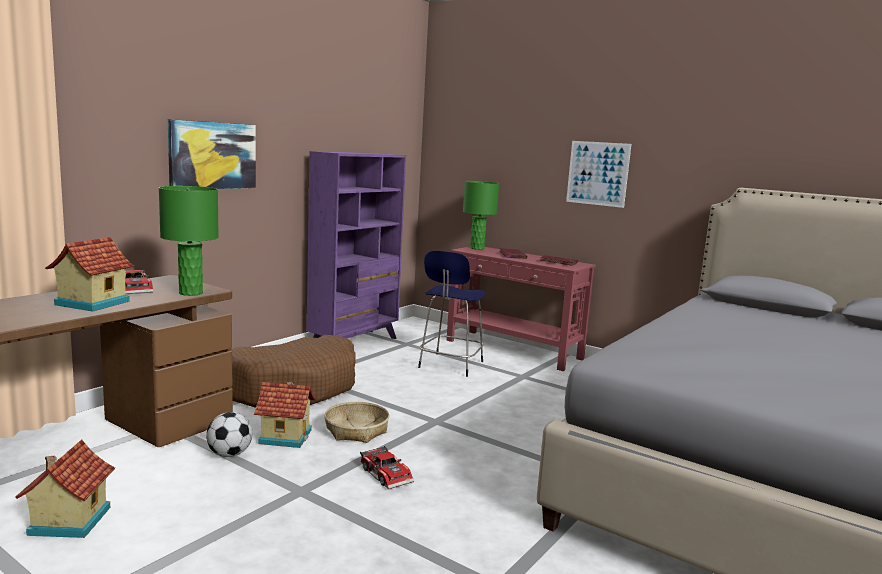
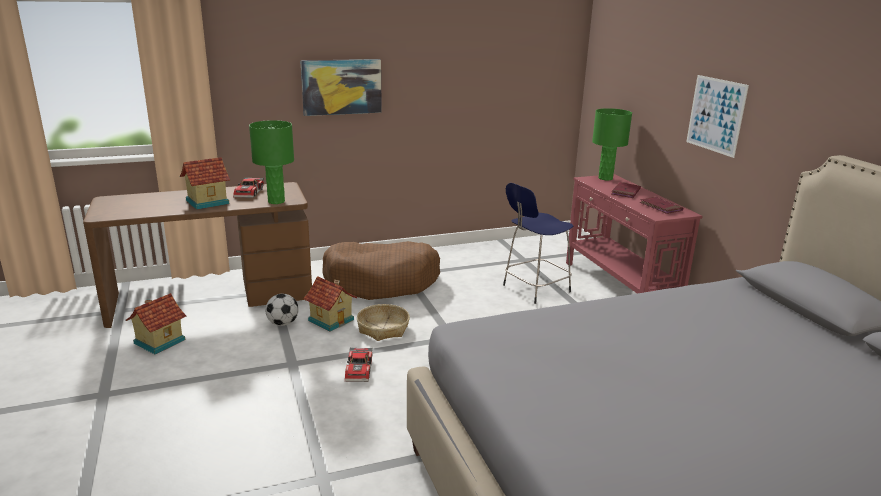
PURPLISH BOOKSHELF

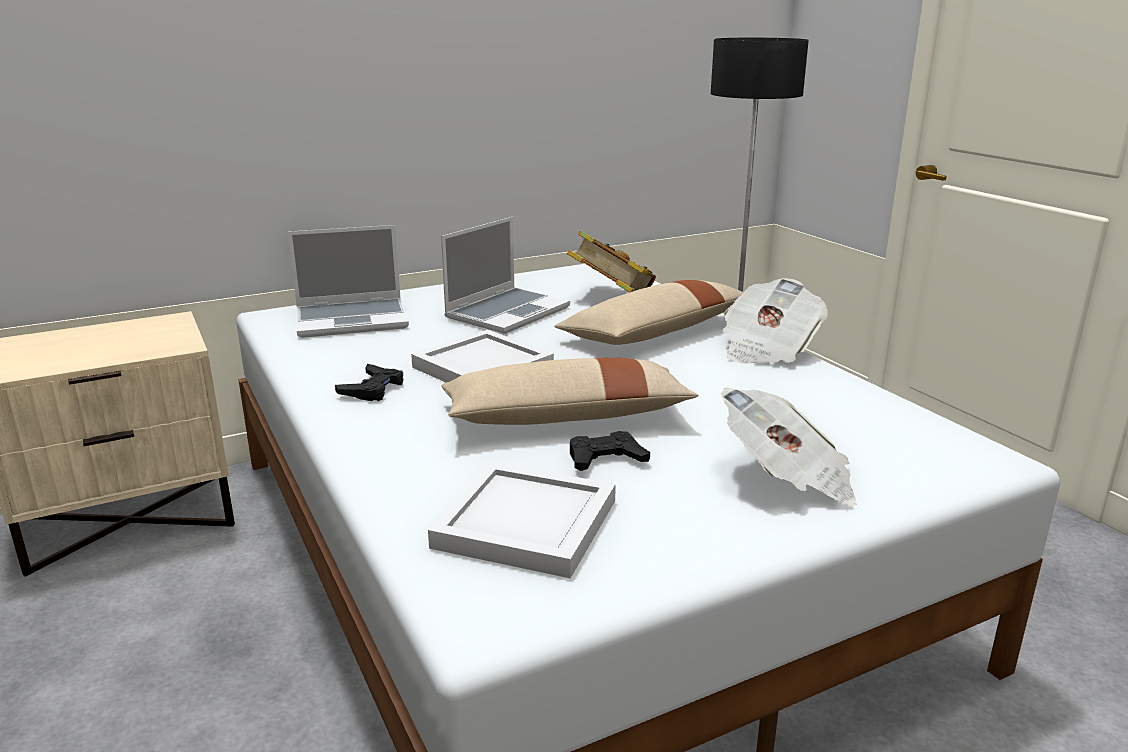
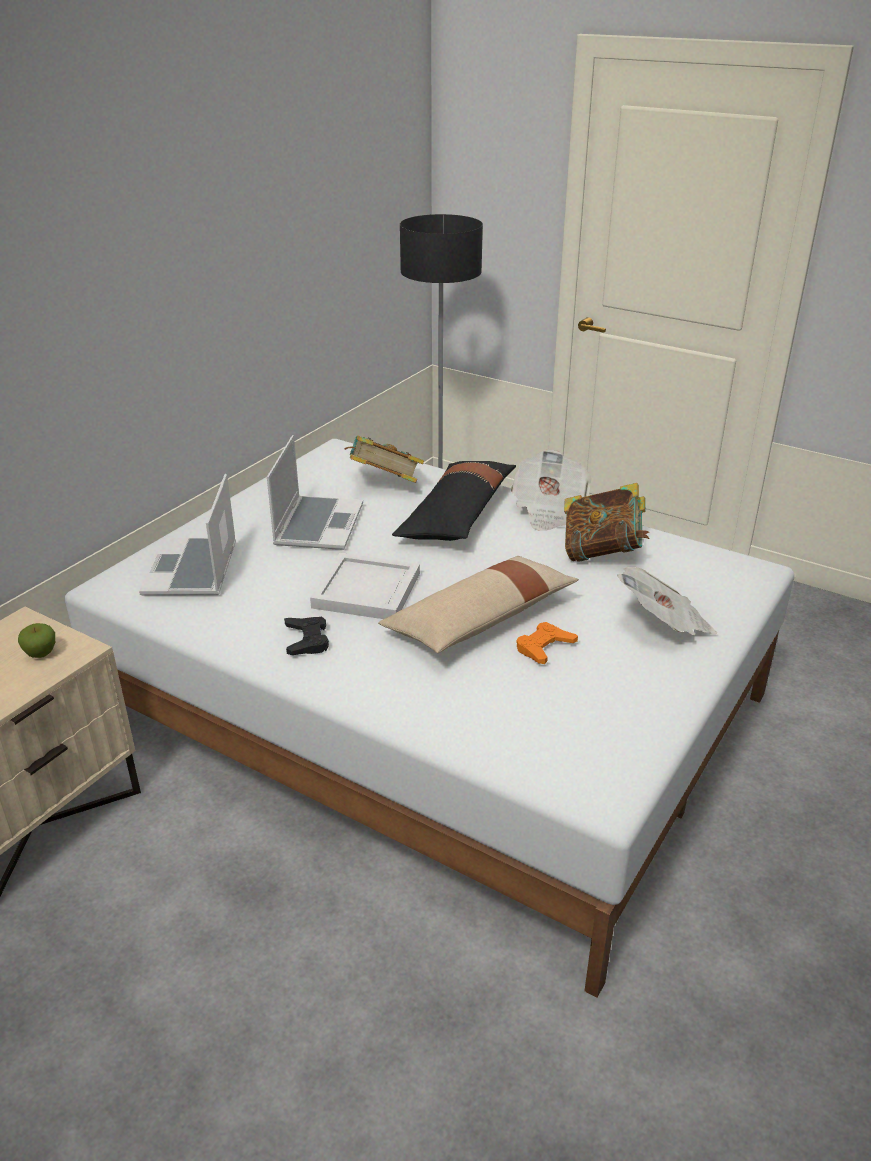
NOTEBOOK COMPUTER (no. 1 from left); BLACKISH CUSHION; ORANGEY GAME CONTROLLER; WHITE-COLOURED CARRYING TRAY (no. 2 from left in the first image); BOOK (no. 2 from left); WHOLE APPLE

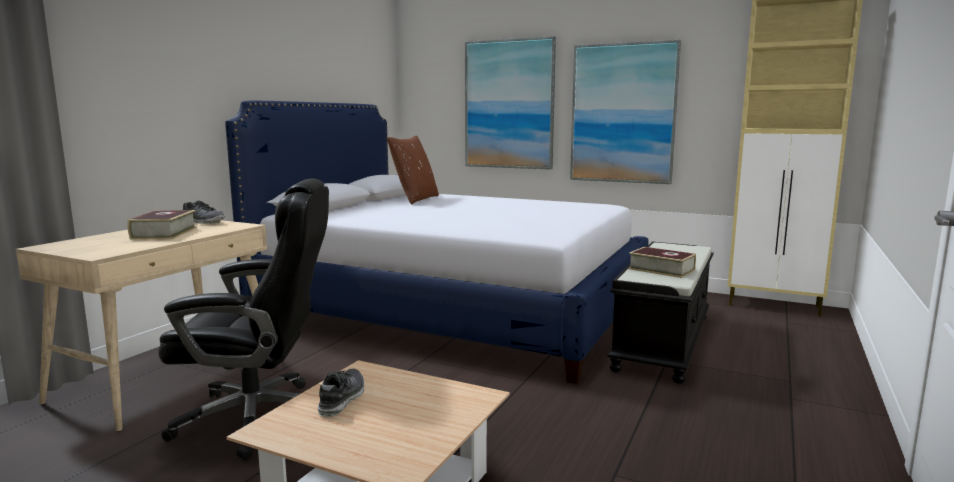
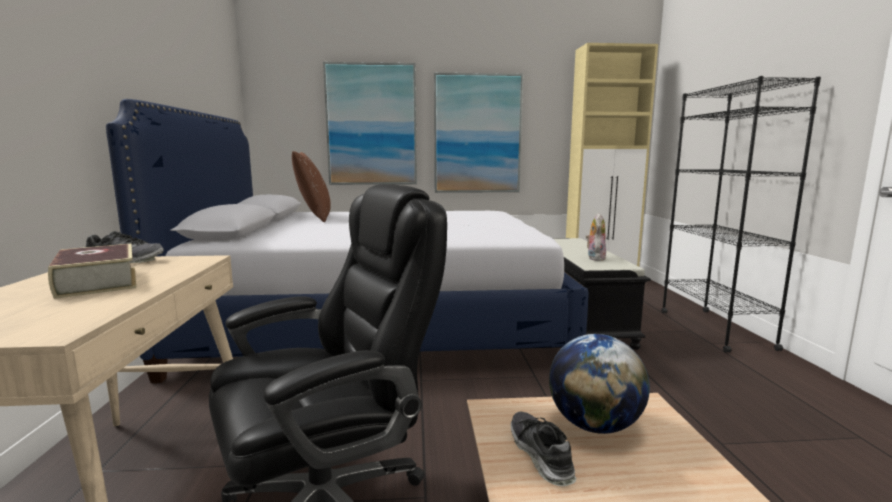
CUDDLY TOY; BLACKISH BOOKSHELF; DESK GLOBE

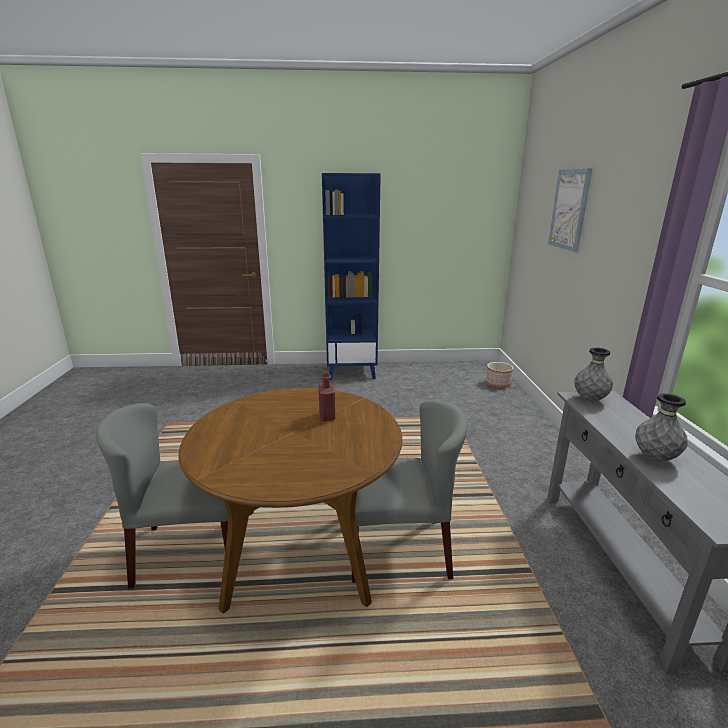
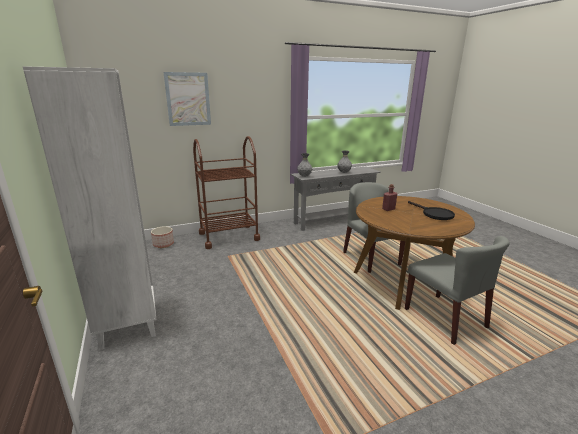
WHITE-COLOURED BOOKSHELF; BROWNISH CART; BLACKISH PAN

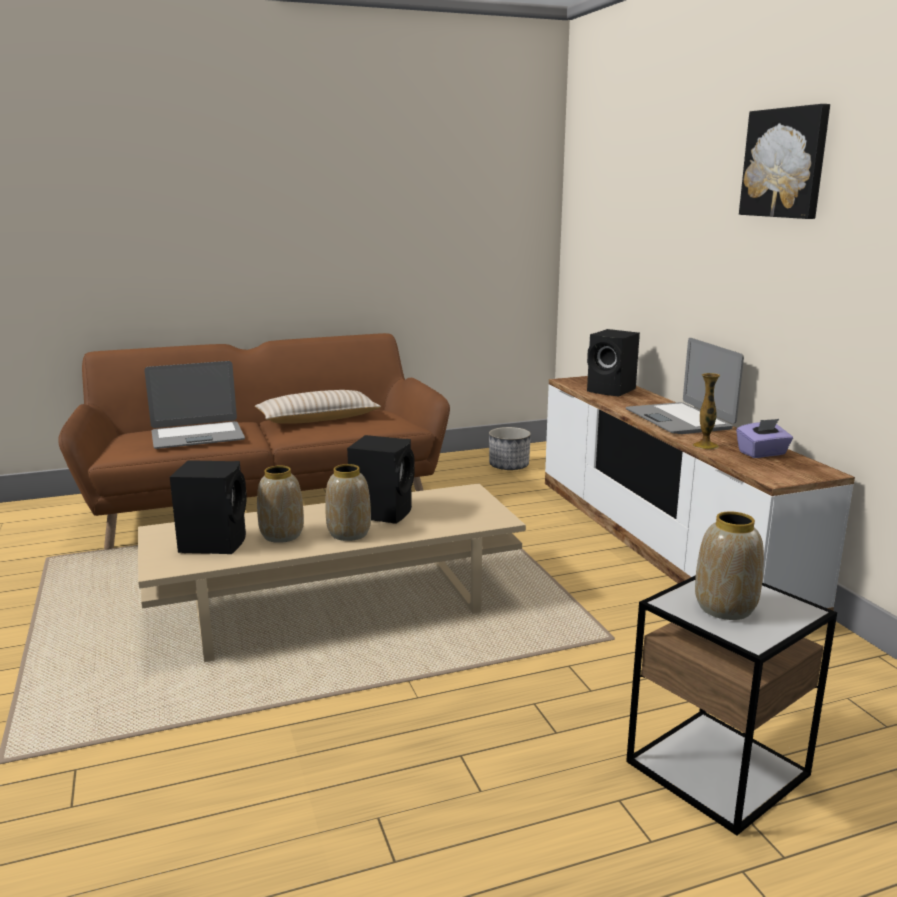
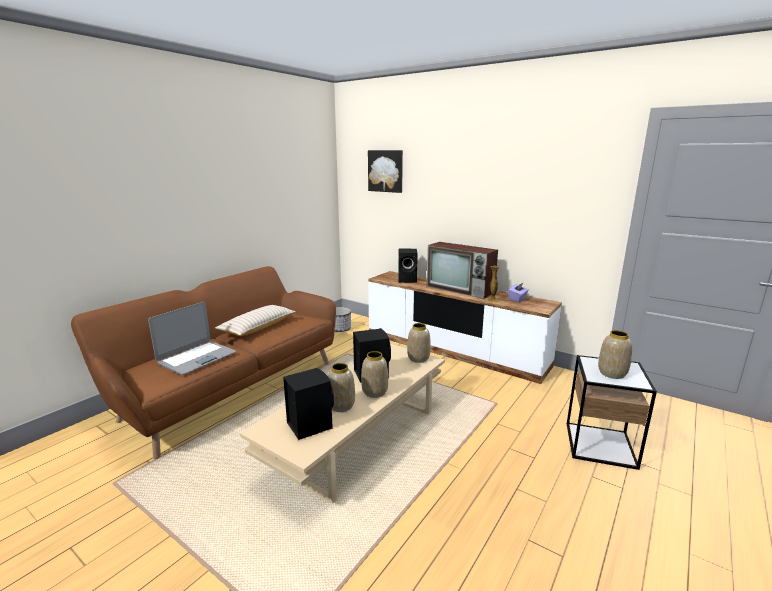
PICTURE; TELEVISION; DECORATIVE VASE (no. 3 from left)

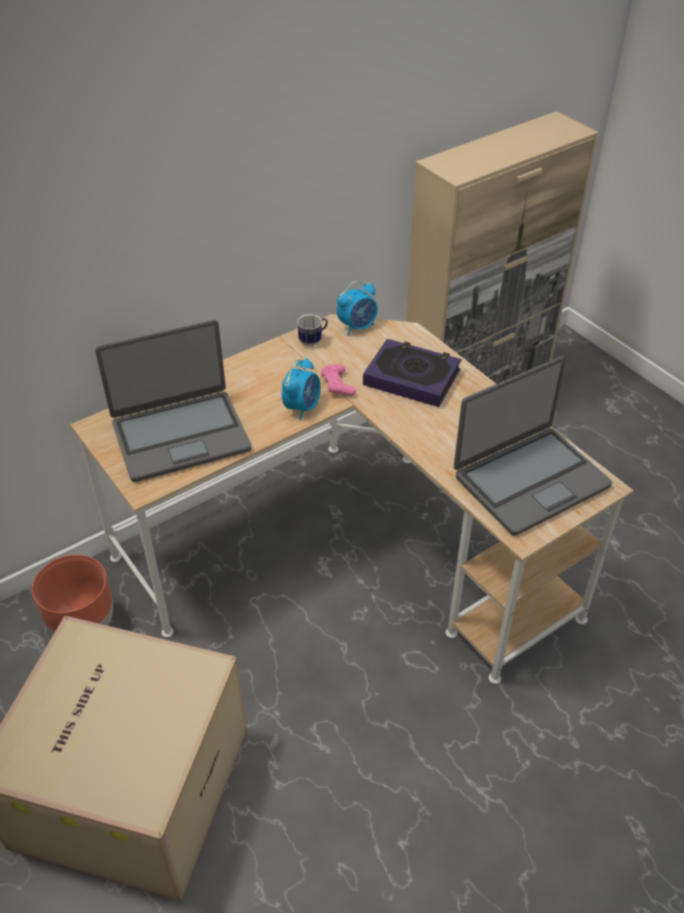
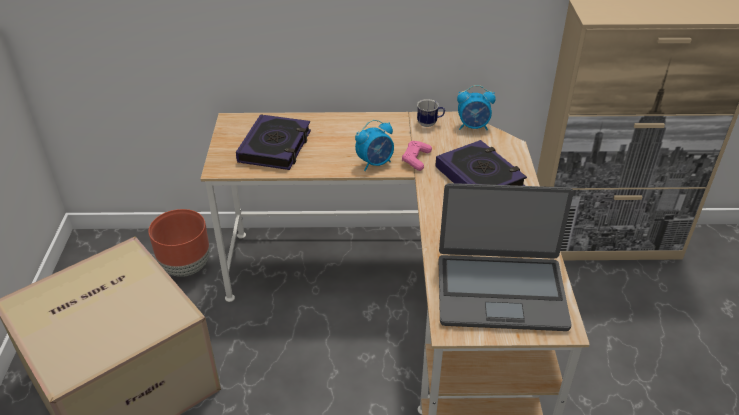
BOOK (no. 1 from left)

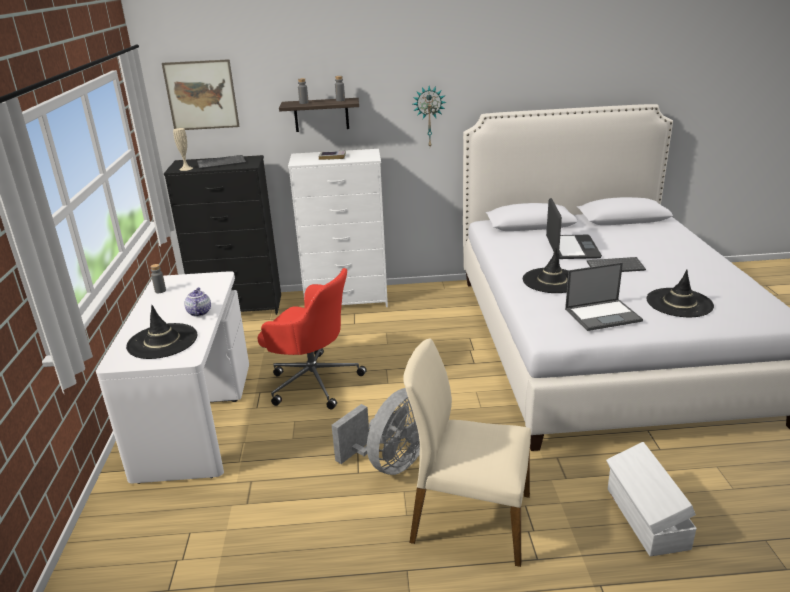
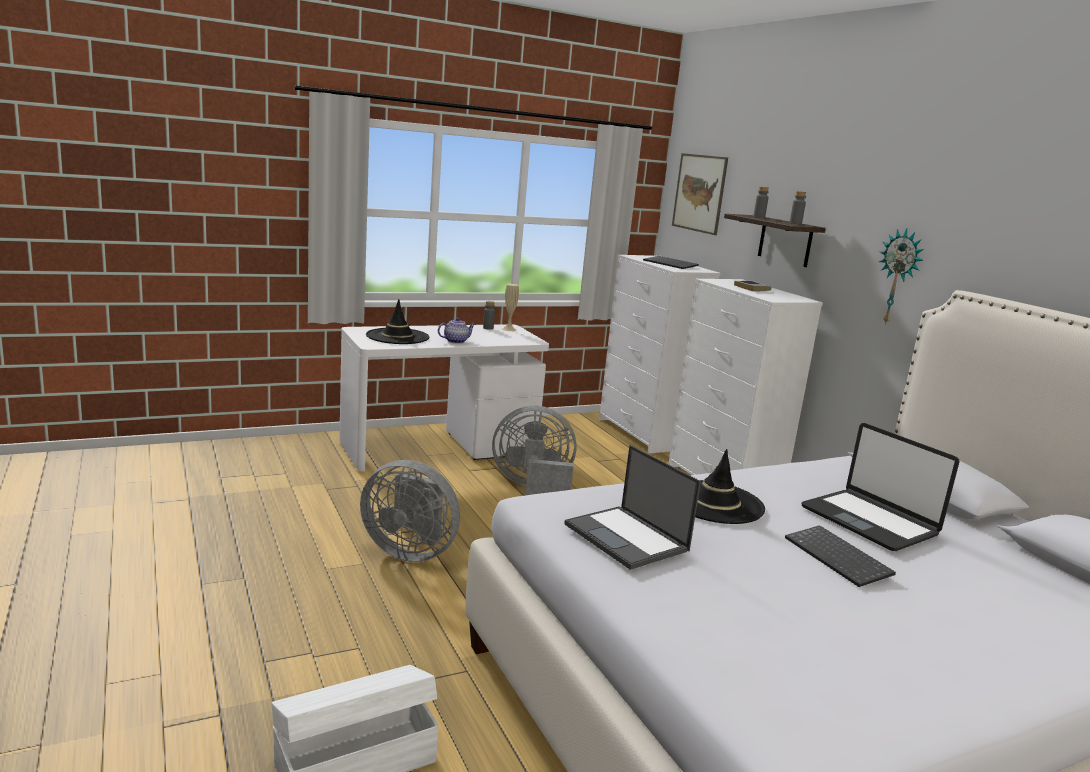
SAND-COLOURED DECORATIVE VASE; WHITE-COLOURED DRESSER (no. 1 from left); NOTEBOOK COMPUTER (no. 2 from left); GRAY FAN (no. 2 from left); BLACKISH CLOTHING HAT (no. 3 from left in the first image); SAND-COLOURED PLAIN CHAIR

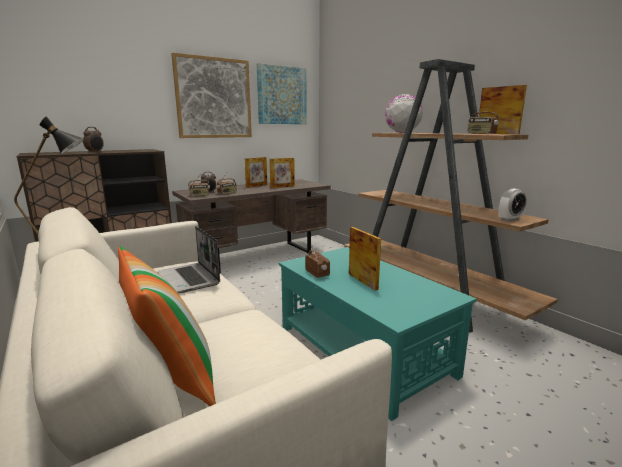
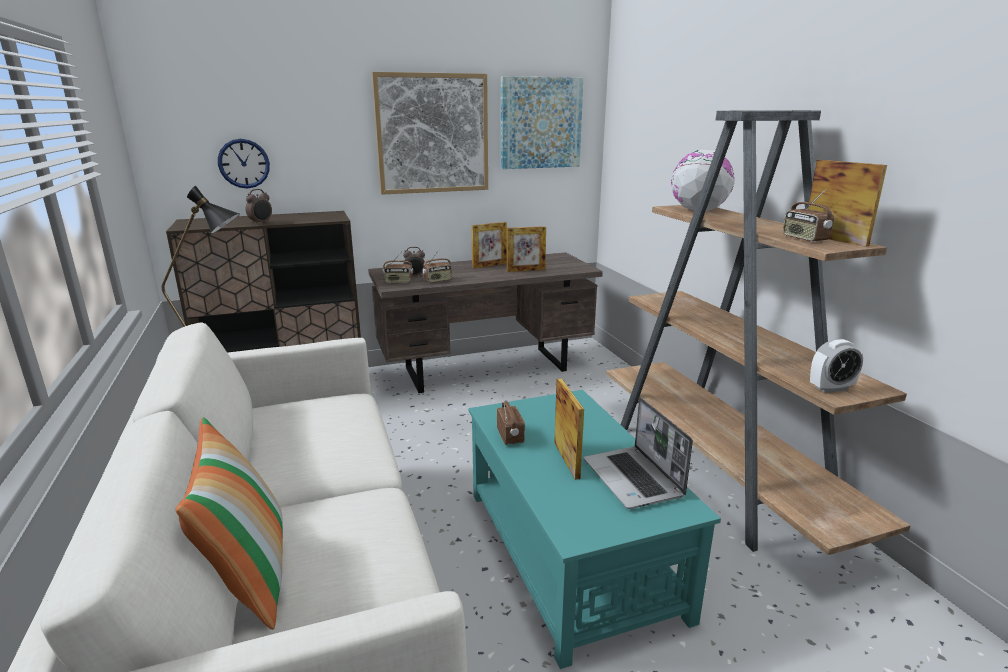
NOTEBOOK COMPUTER; CLOCK ON THE WALL

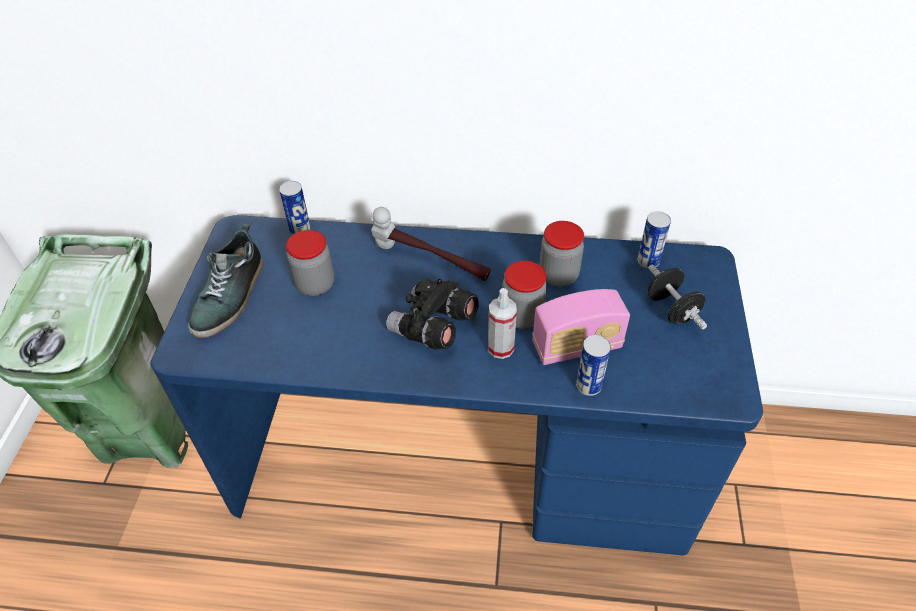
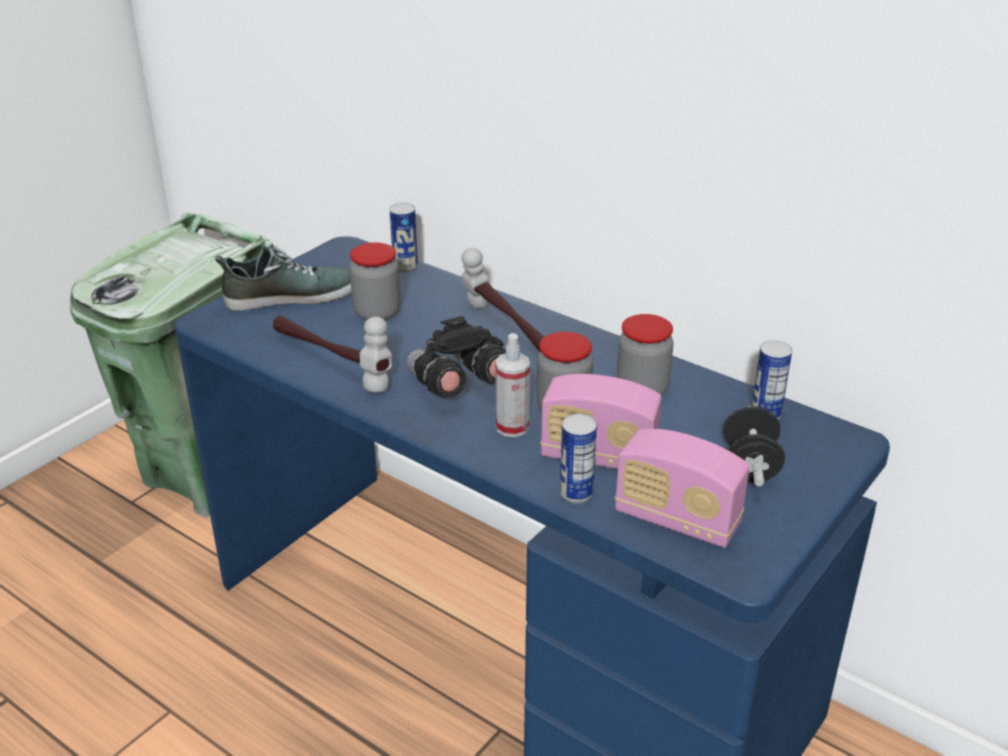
SHOE; TOOL HAMMER (no. 1 from left); RADIO RECEIVER (no. 2 from left)

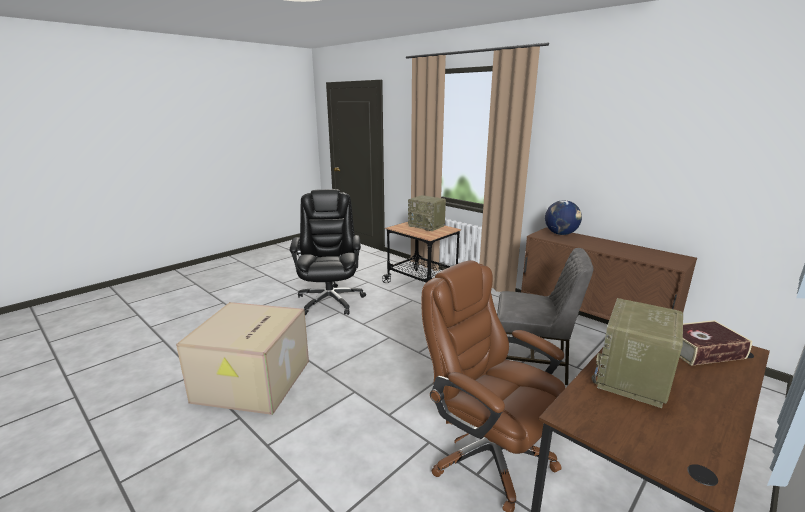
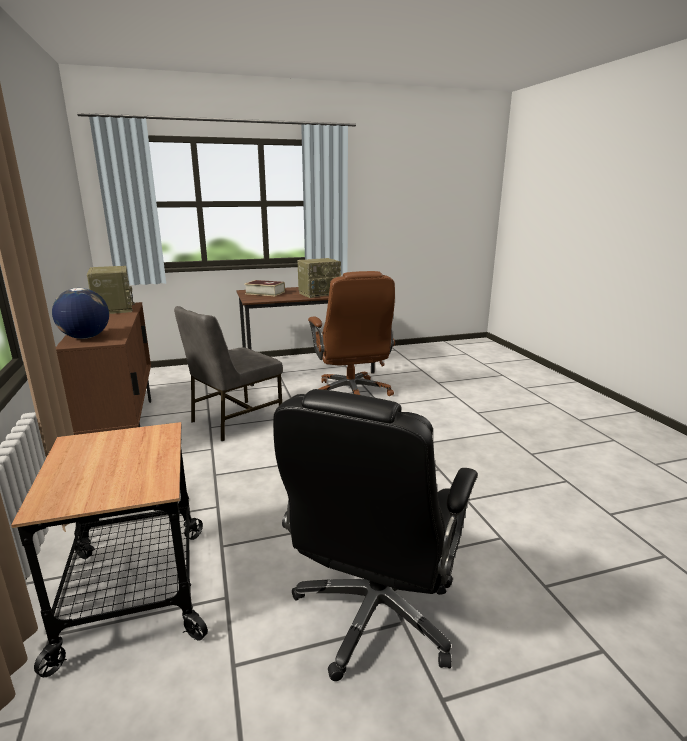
RADIO RECEIVER (no. 1 from left); GRAY PLAIN CHAIR; PACKING BOX

